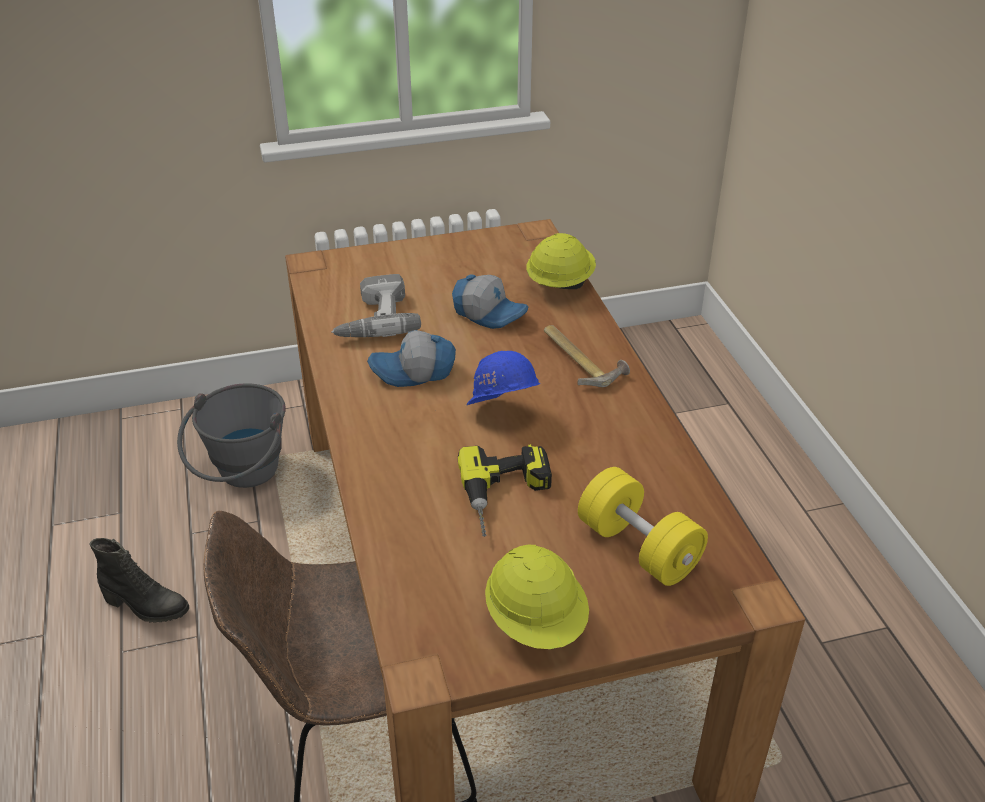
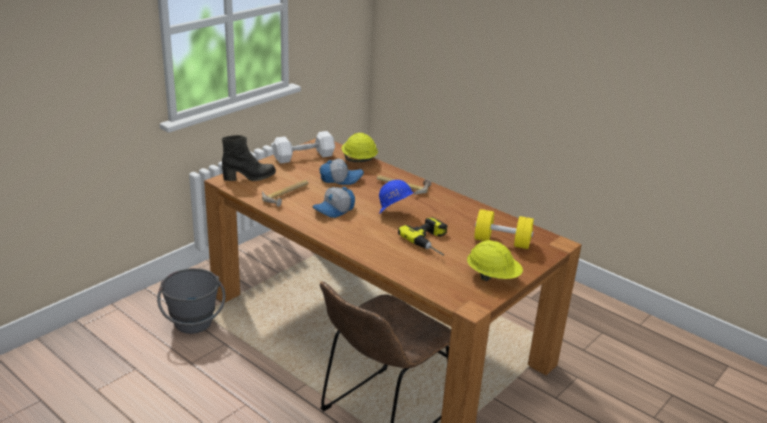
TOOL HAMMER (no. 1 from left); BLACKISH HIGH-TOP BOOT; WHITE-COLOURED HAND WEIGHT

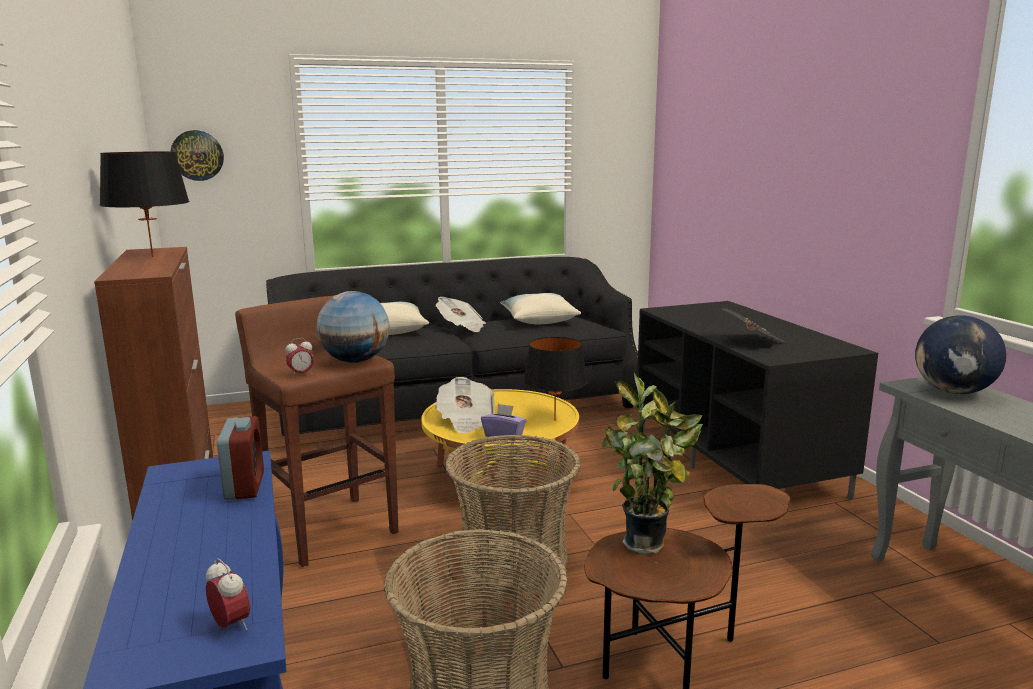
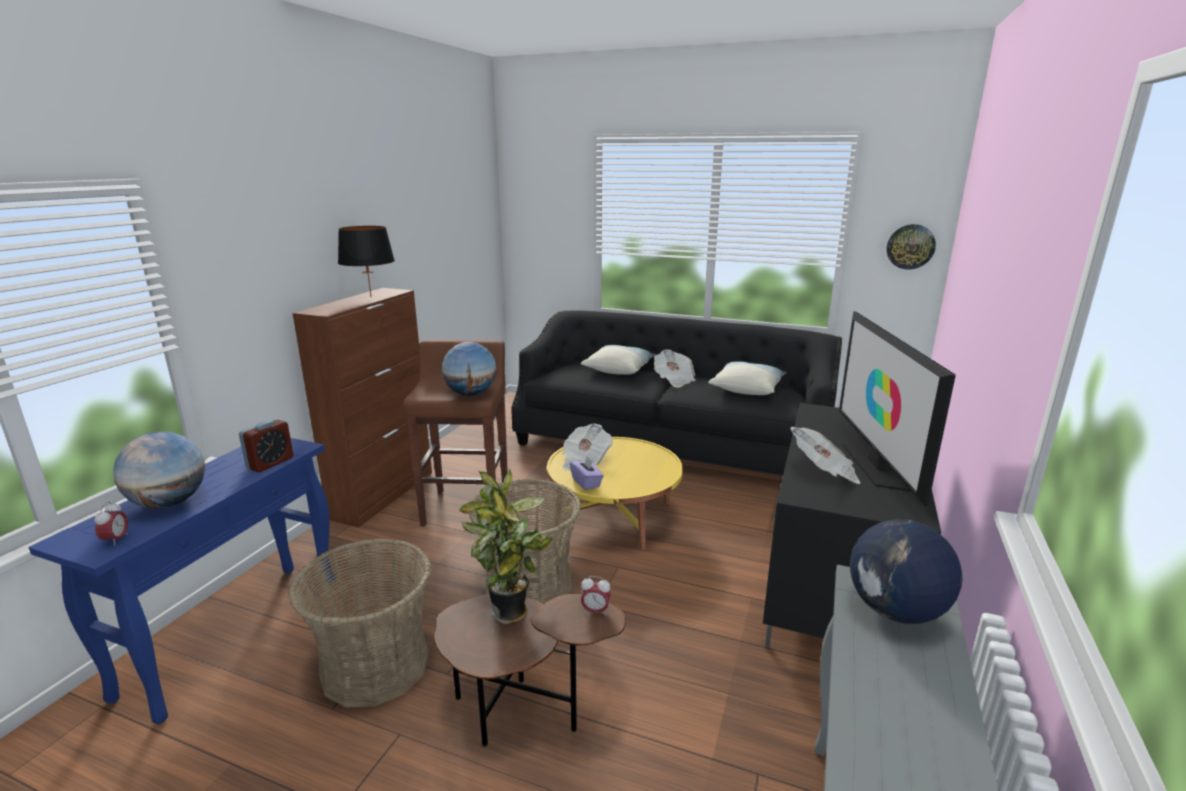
CLOCK ON THE WALL; BLACKISH TABLE LAMP (no. 2 from left in the first image); BEDSIDE CLOCK (no. 3 from left); TELEVISION; DESK GLOBE (no. 1 from left)

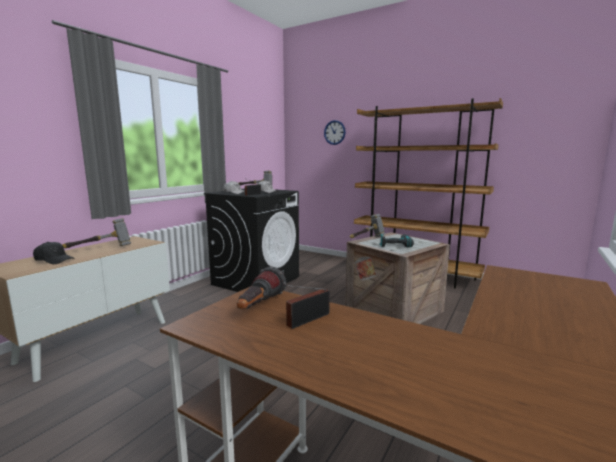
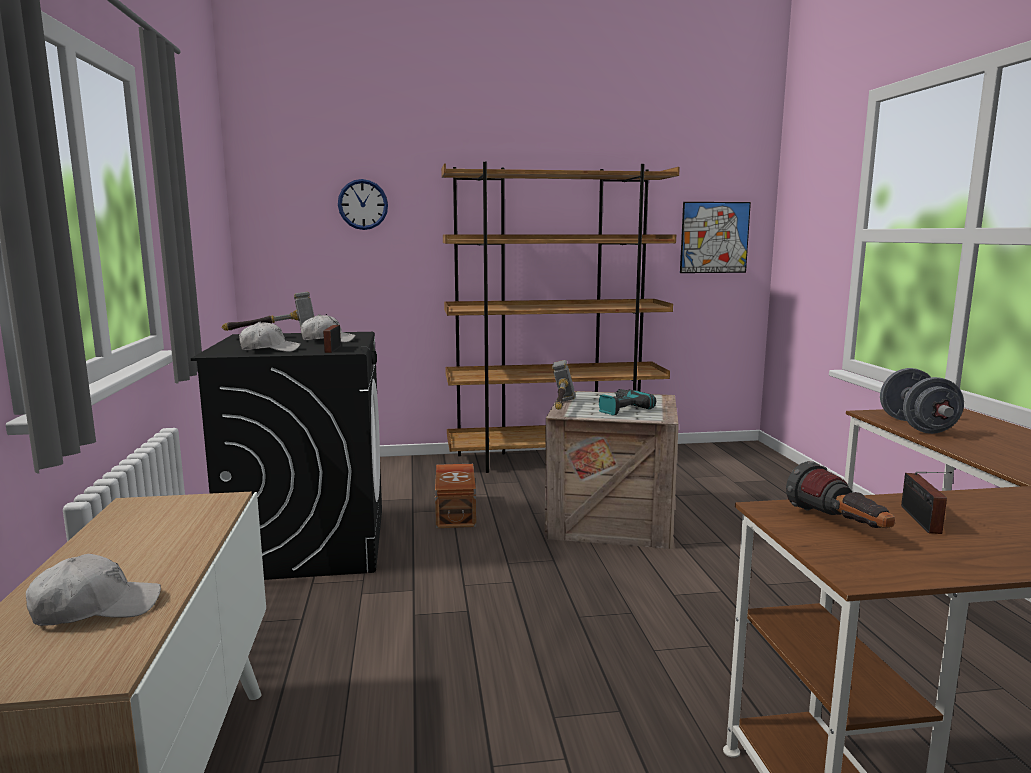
TOOL HAMMER (no. 1 from left in the first image); WHITE-COLOURED PEAKED CAP (no. 1 from left); PICTURE; GRAY HAND WEIGHT; BROWNISH STORAGE BOX

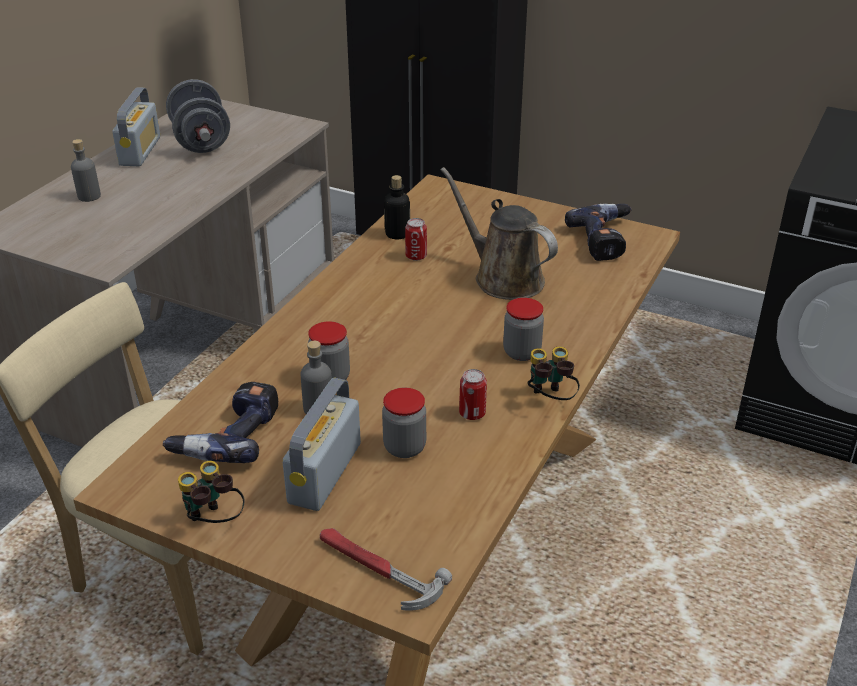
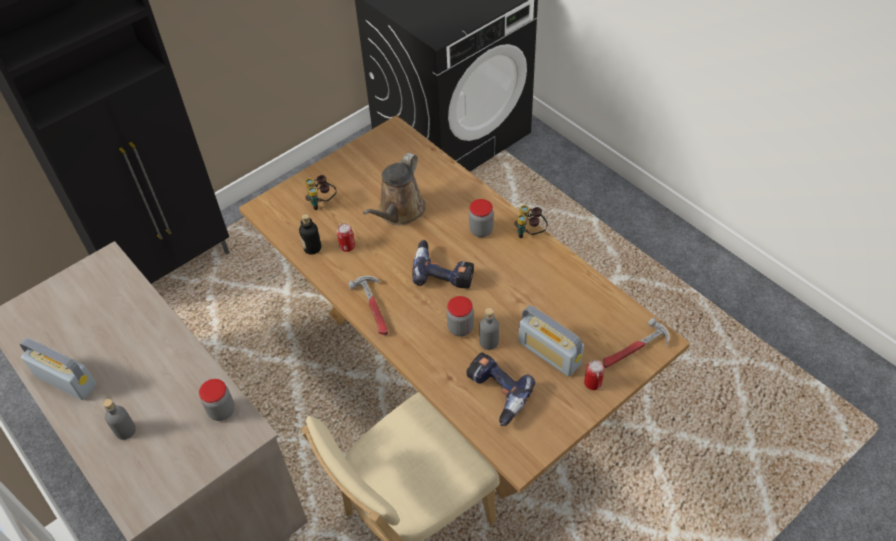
GRAY HAND WEIGHT; BROWNISH WATERING POT; DRILL (no. 1 from left); CAN (no. 2 from left); JAR (no. 1 from left); PAIR OF BINOCULARS (no. 1 from left); TOOL HAMMER (no. 1 from left)

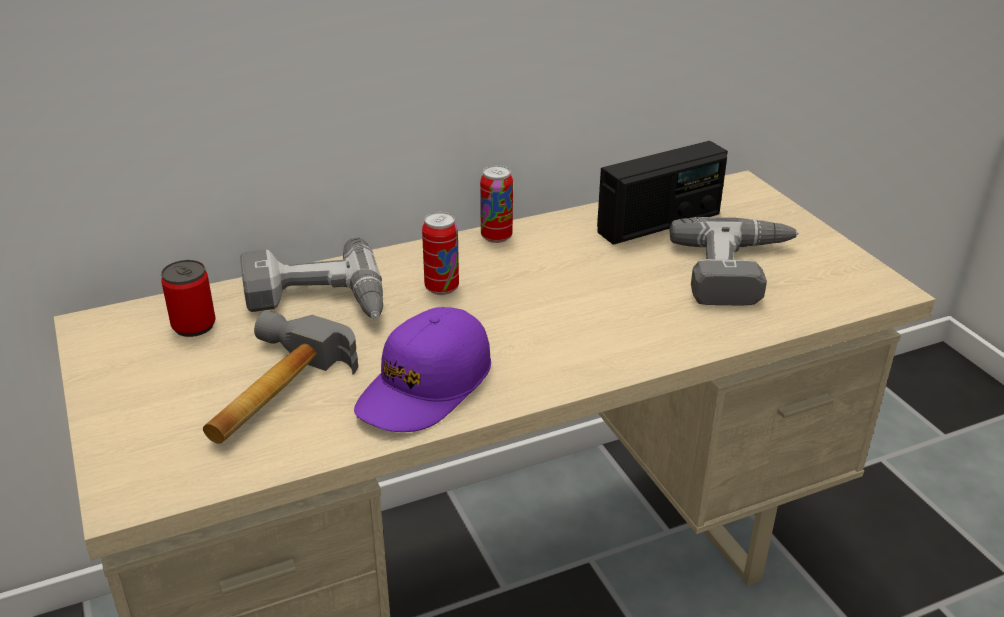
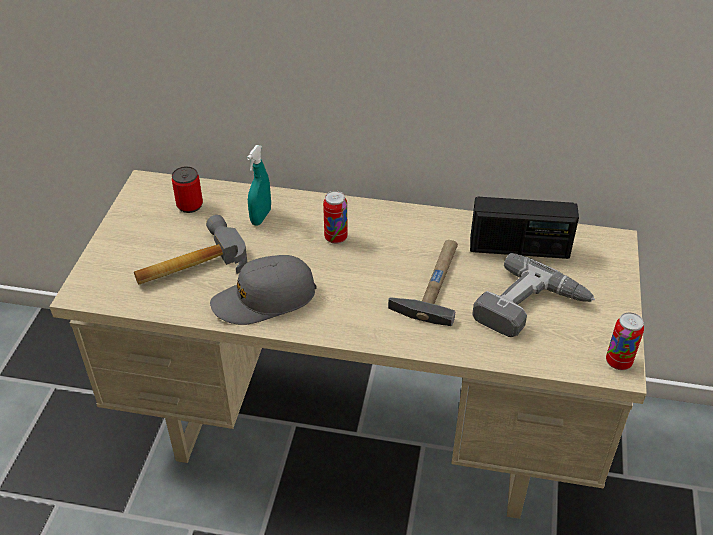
CAN (no. 3 from left); TURQUOISE-COLOURED SPRAYER; GRAY PEAKED CAP; TOOL HAMMER (no. 2 from left)

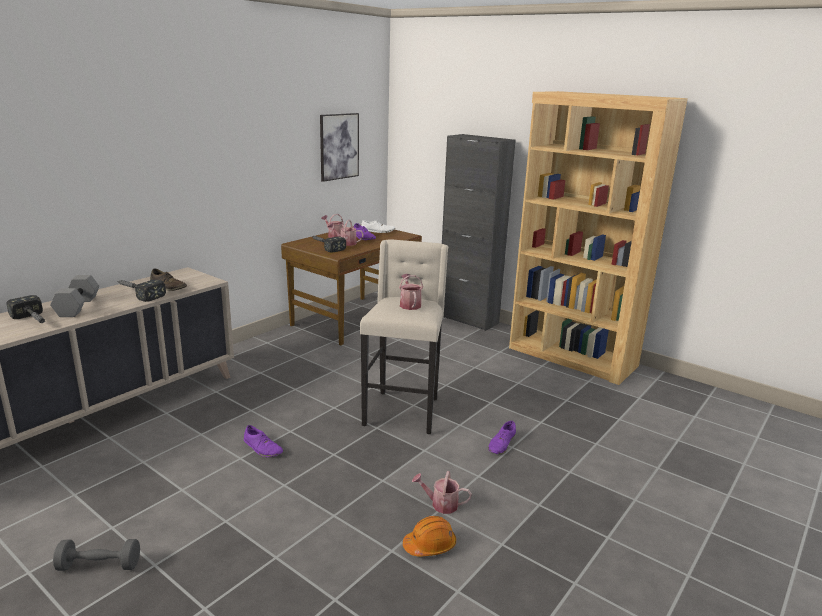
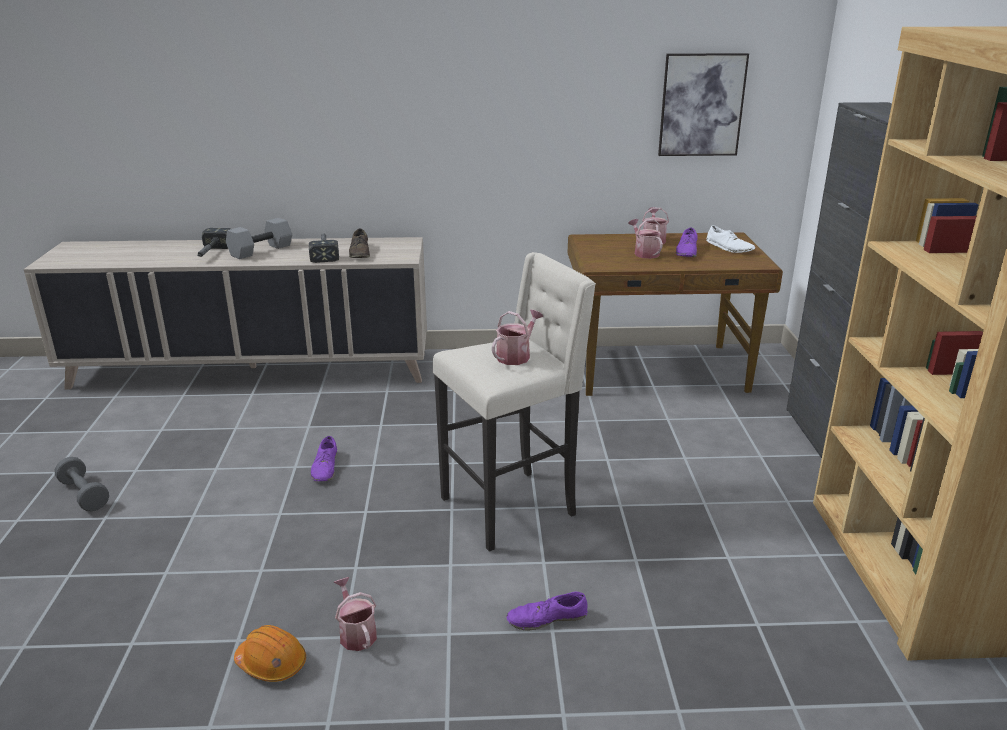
TOOL HAMMER (no. 3 from left in the first image)

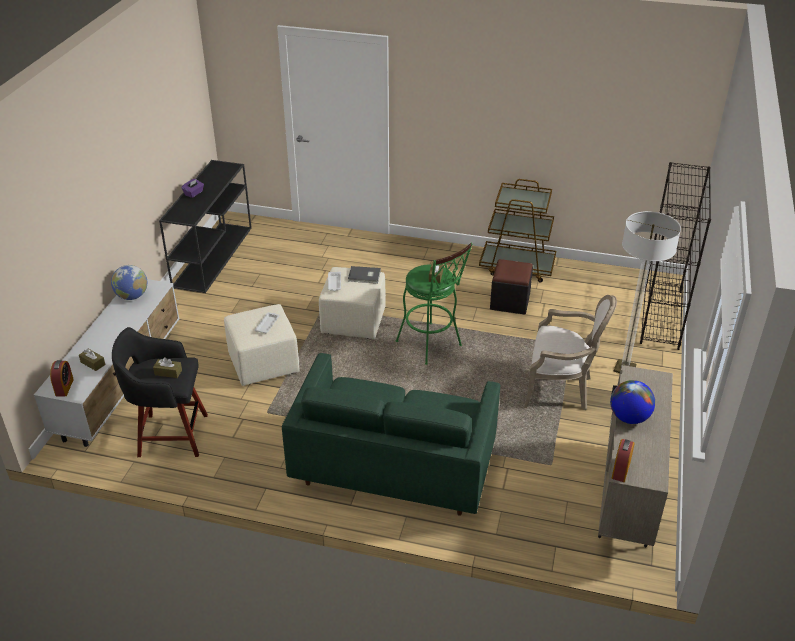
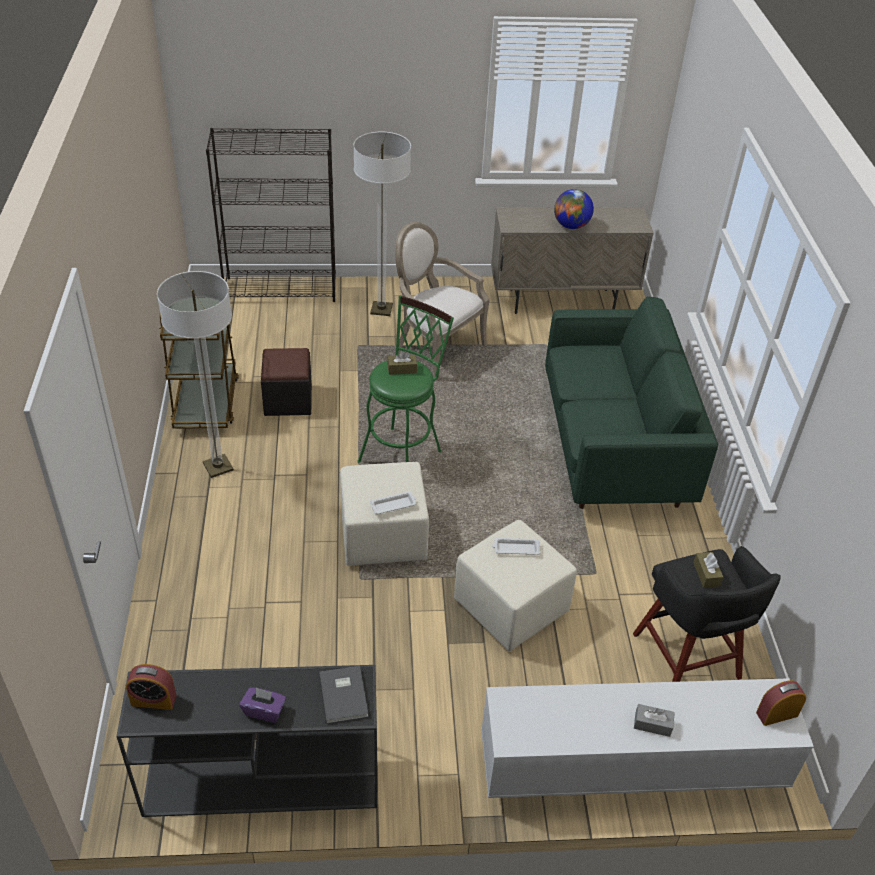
DESK GLOBE (no. 1 from left in the first image); GRAY BOOK; ARMCHAIR; BROWNISH TISSUE HOLDER (no. 1 from left in the first image); BEDSIDE CLOCK (no. 1 from left); STANDING LAMP (no. 1 from left); GRAY TISSUE HOLDER

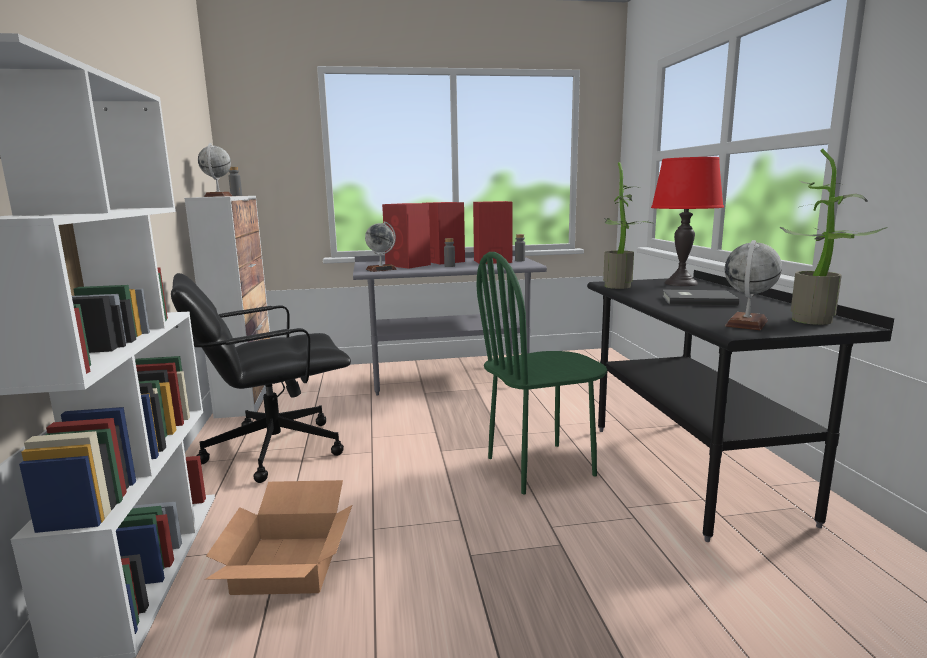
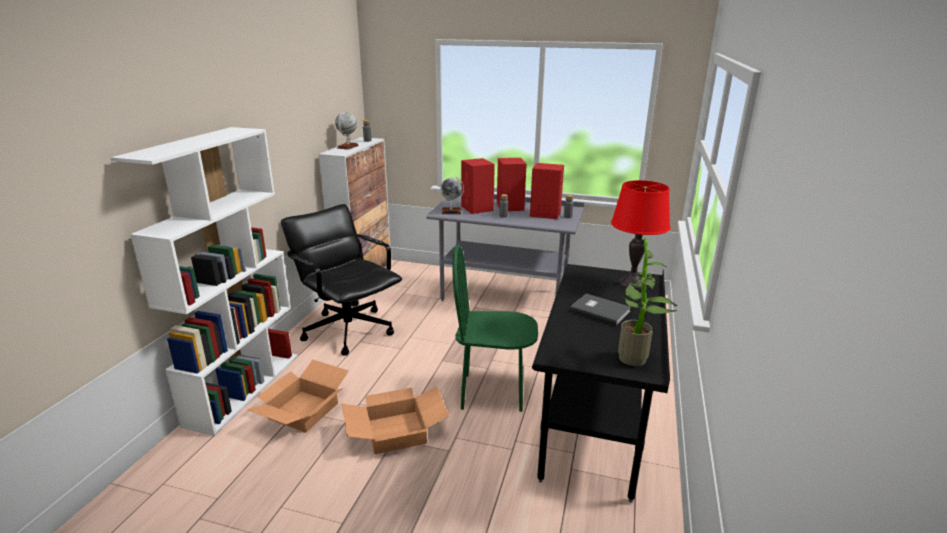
PLANT IN A POT (no. 1 from left in the first image); DESK GLOBE (no. 3 from left in the first image); BLACKISH DESK CHAIR; PACKING BOX (no. 2 from left)

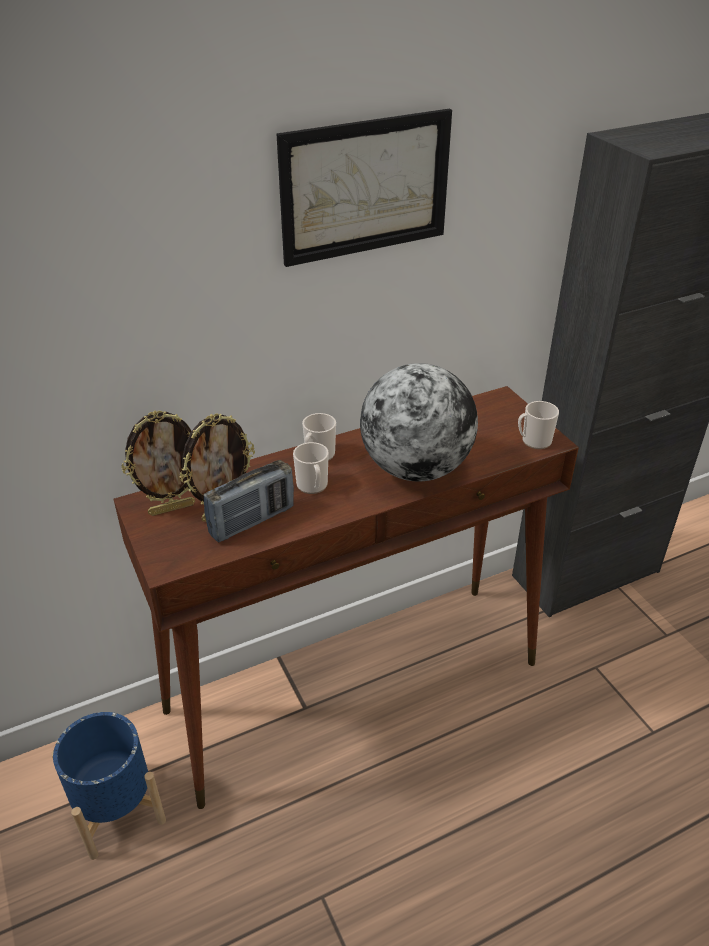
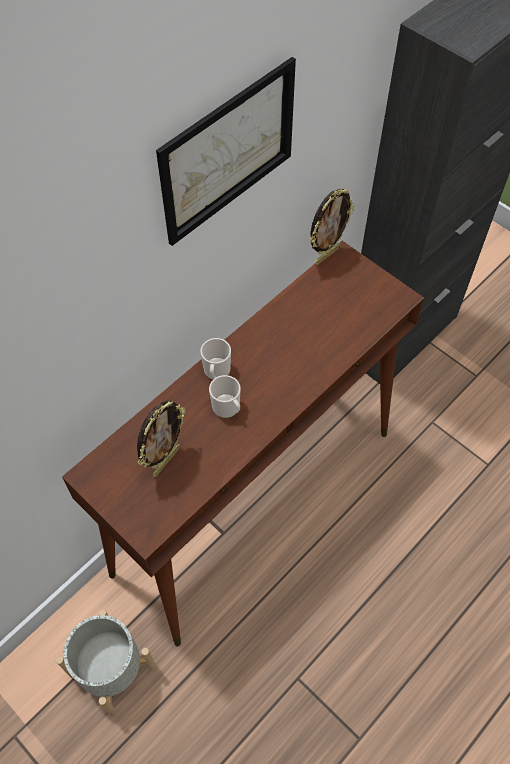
DESK GLOBE; TEA MUG (no. 3 from left in the first image); STANDING FRAME (no. 2 from left); RADIO RECEIVER; GRAY PLANT POT

